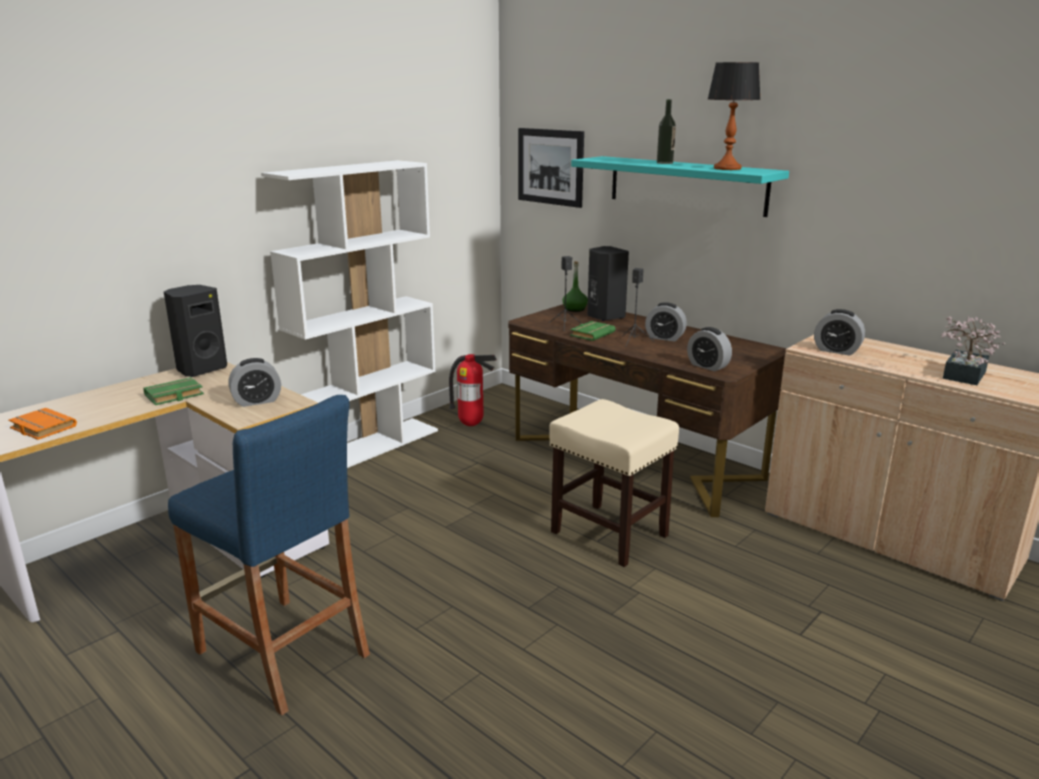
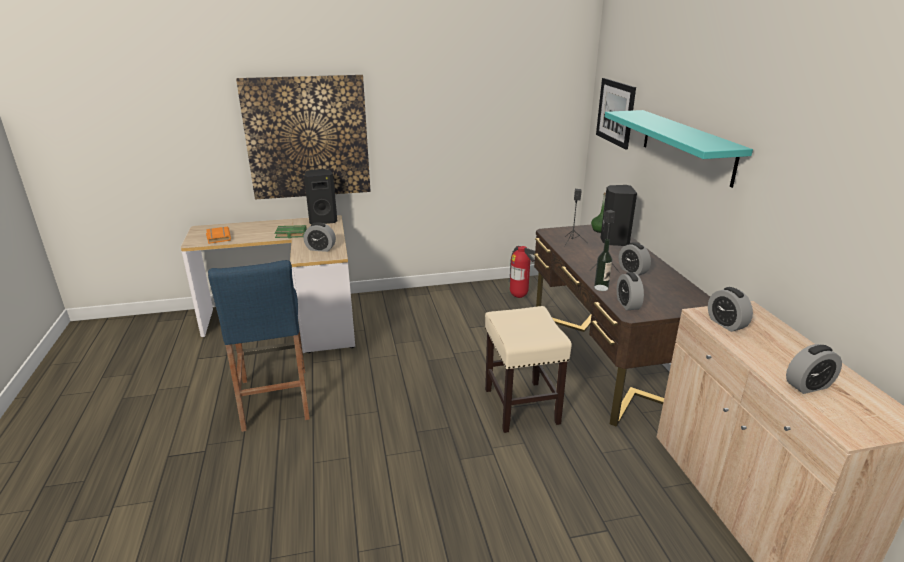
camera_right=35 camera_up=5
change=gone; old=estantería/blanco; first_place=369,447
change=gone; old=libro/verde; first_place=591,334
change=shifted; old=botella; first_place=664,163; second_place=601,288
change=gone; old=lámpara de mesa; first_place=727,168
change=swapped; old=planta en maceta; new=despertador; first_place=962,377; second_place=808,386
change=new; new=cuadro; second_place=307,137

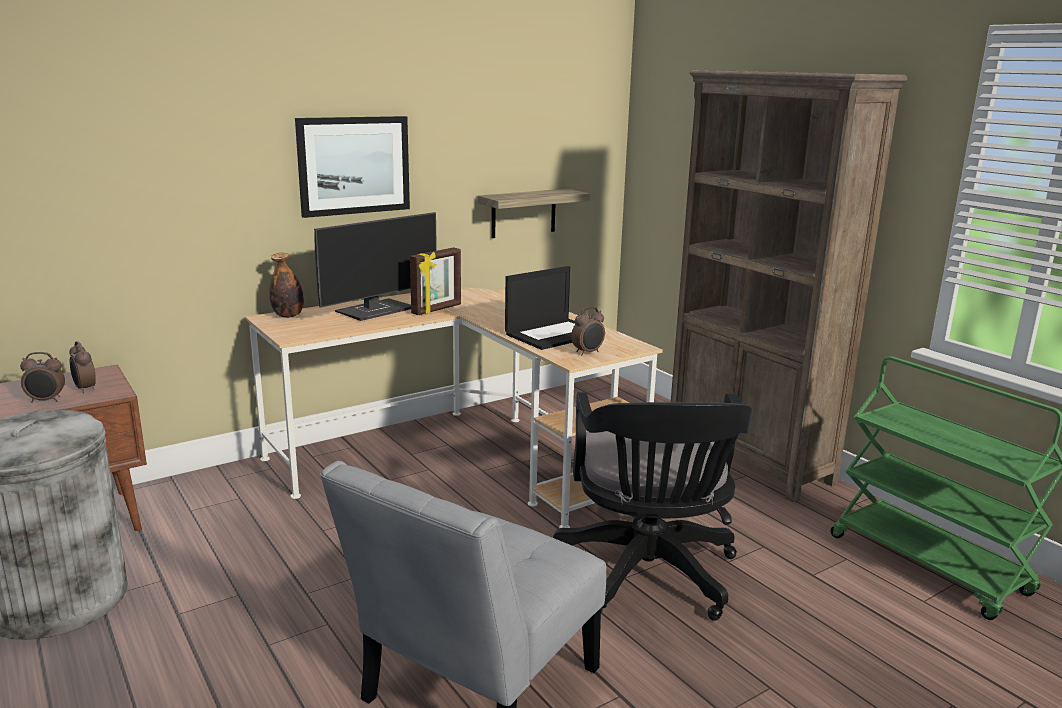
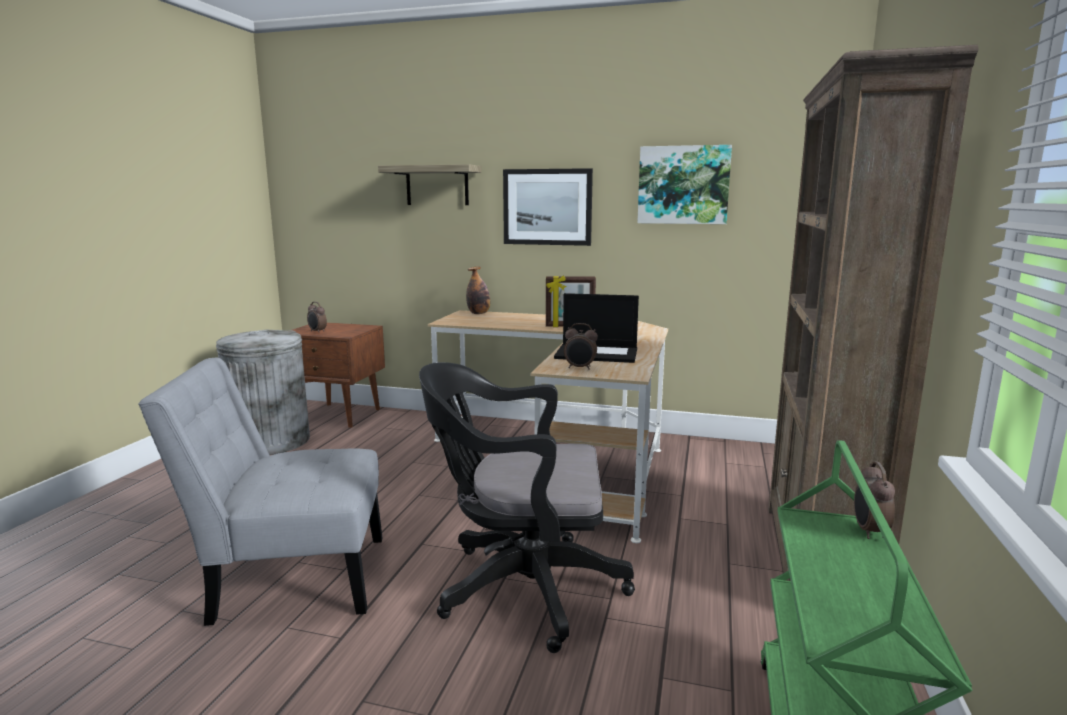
camera_right=50 camera_up=-5
change=shifted; old=despertador; first_place=84,389; second_place=868,531
change=gone; old=monitor; first_place=376,310
change=shifted; old=estante; first_place=523,213; second_place=437,185
change=rotated; old=silla de oficina/negro; first_place=648,577; second_place=521,588; degrees=45
change=new; new=cuadro; second_place=683,185

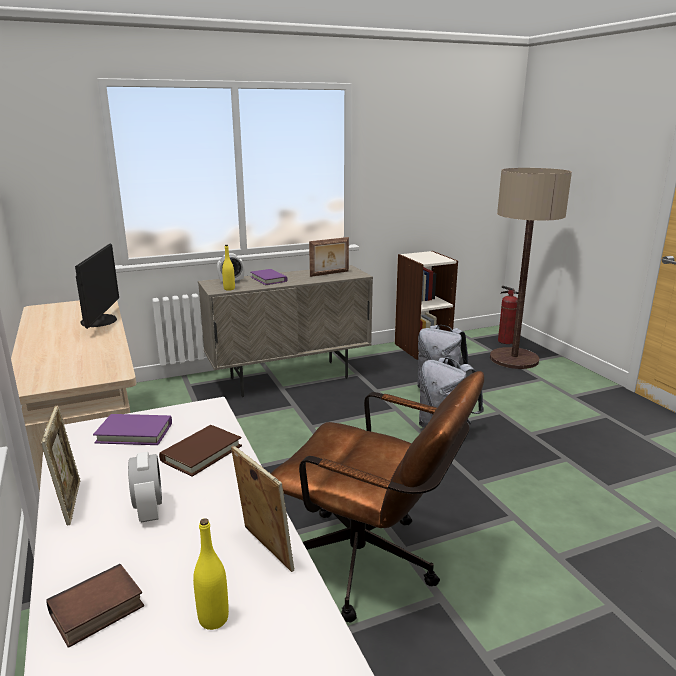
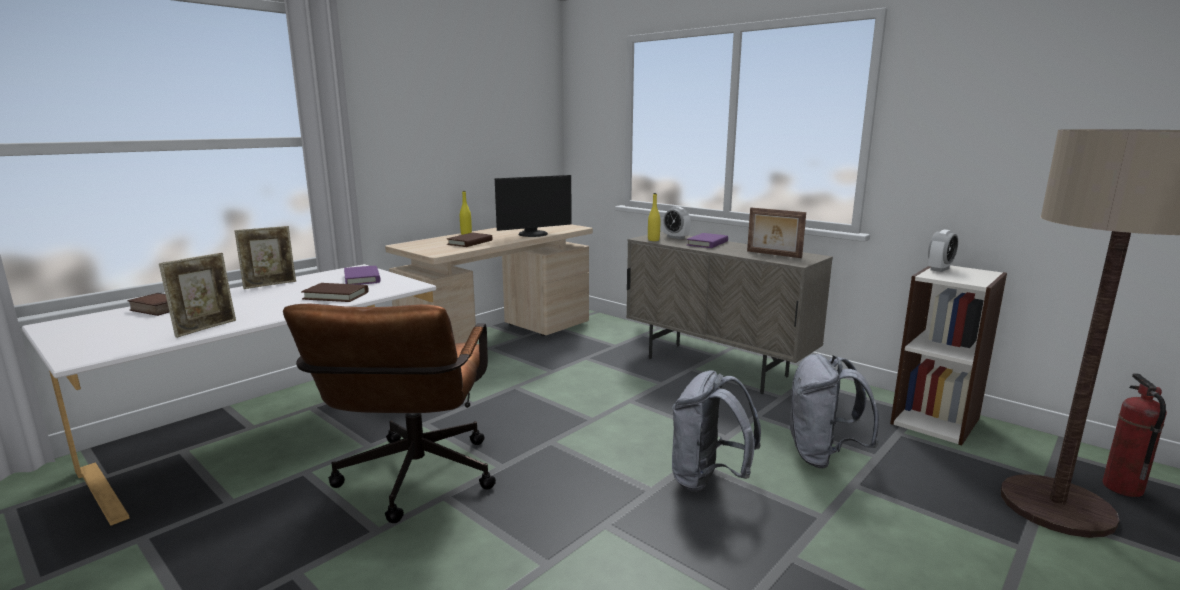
camera_right=65 camera_up=-5
change=shifted; old=despertador; first_place=149,510; second_place=939,269
change=shifted; old=botella/amarillo; first_place=213,619; second_place=466,234
change=new; new=libro/marrón; second_place=470,242

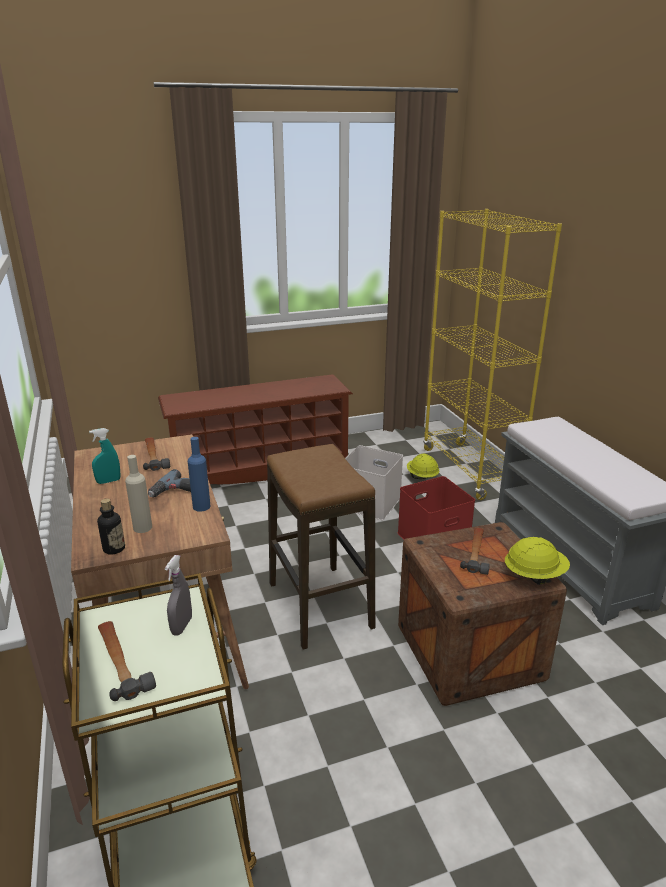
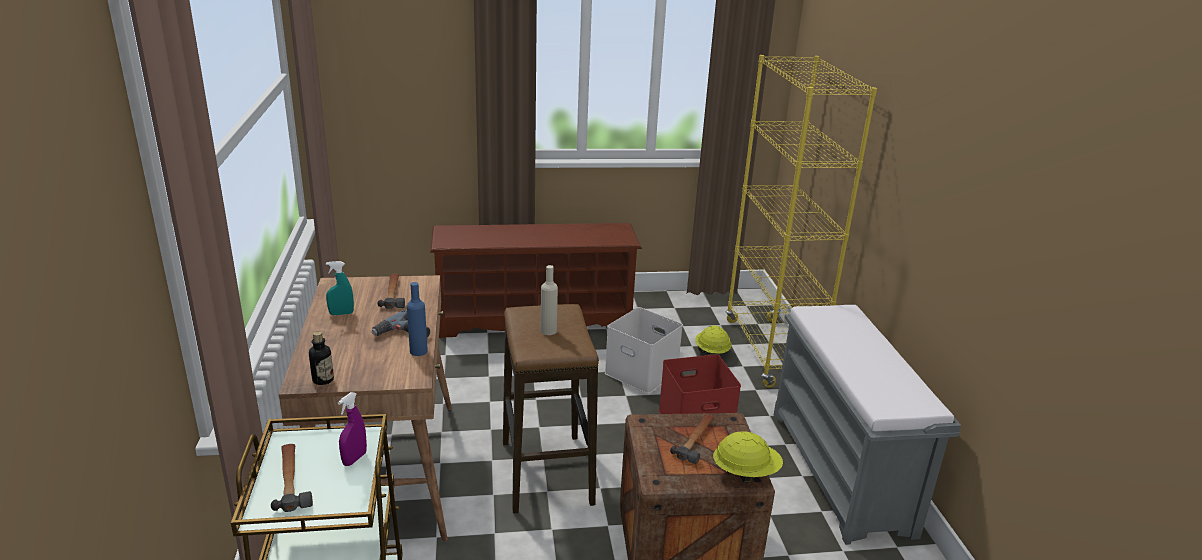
camera_right=10 camera_up=0
change=shifted; old=botella/beis; first_place=142,527; second_place=548,331
change=repainted; old=pulverizador/gris; new=pulverizador/morado; first_place=181,626; second_place=354,459

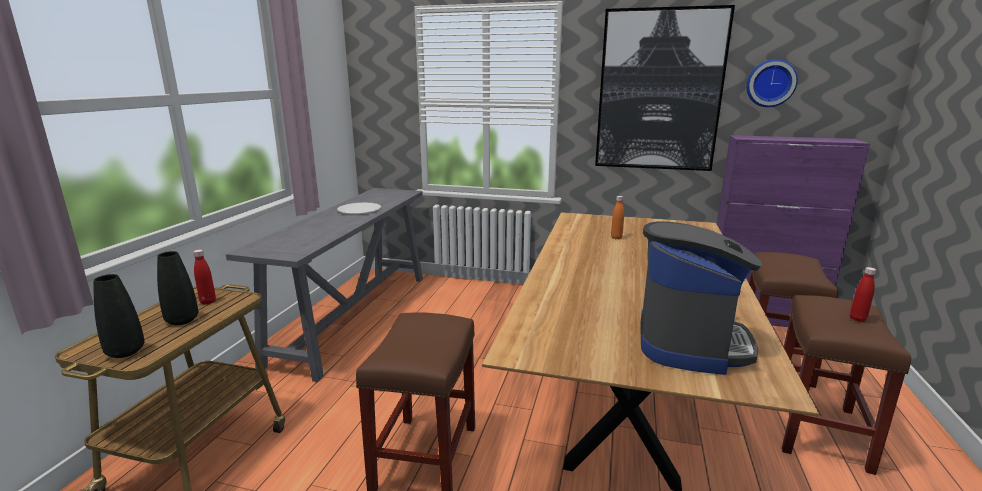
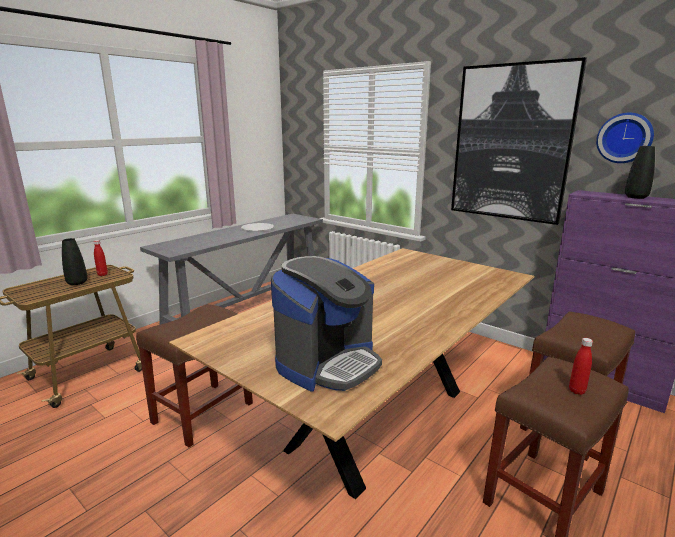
camera_right=25 camera_up=0
change=shifted; old=florero/negro; first_place=125,352; second_place=636,197
change=gone; old=botella/naranja; first_place=616,238

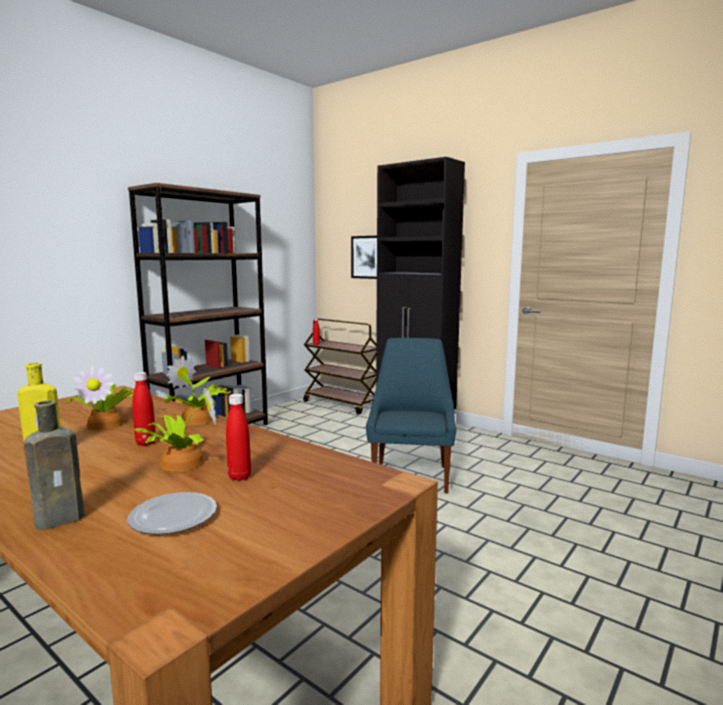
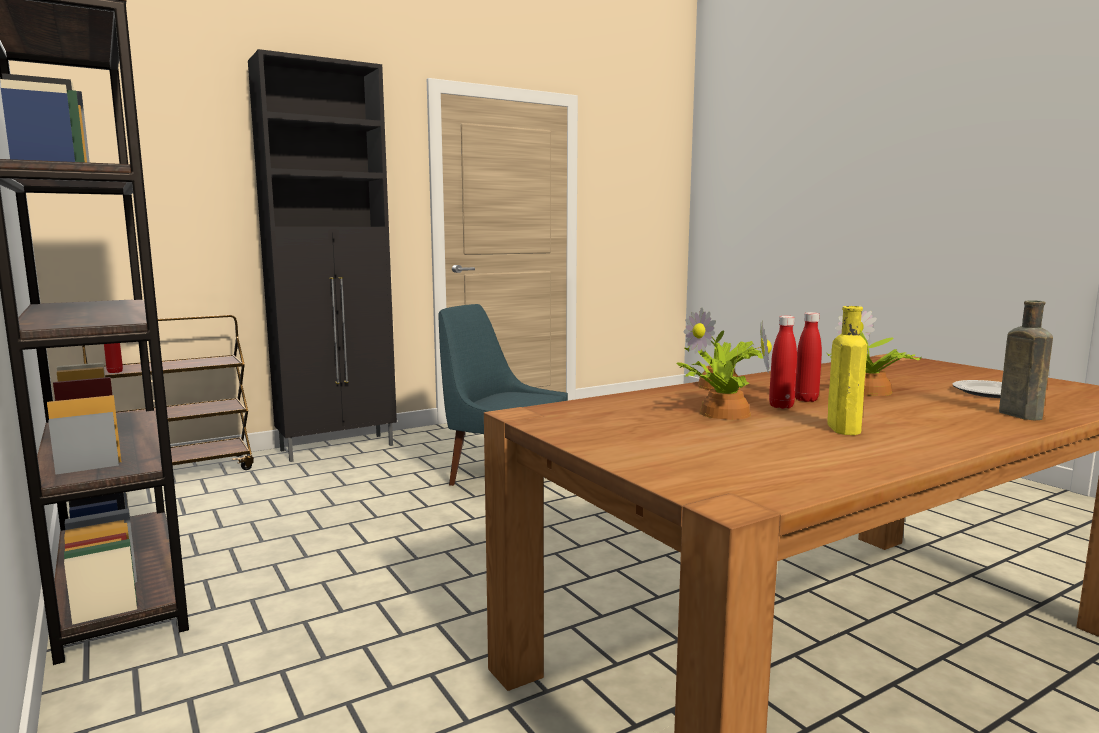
camera_right=-70 camera_up=0
change=shifted; old=botella/rojo; first_place=239,477; second_place=781,406
change=gone; old=cuadro; first_place=366,257

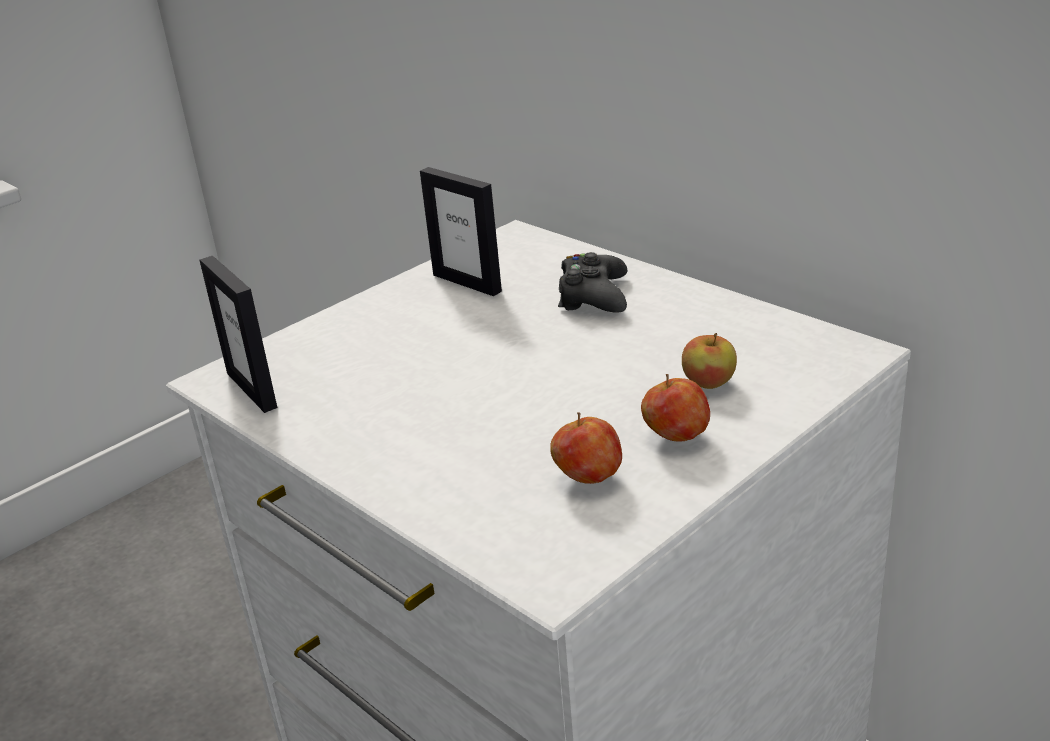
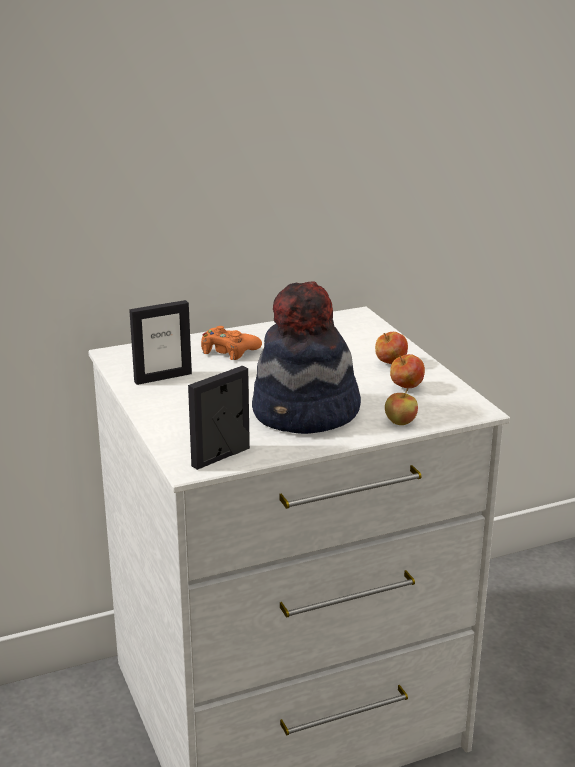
camera_right=-70 camera_up=-5
change=rotated; old=portarretratos; first_place=252,390; second_place=221,457; degrees=150
change=repainted; old=mando de consola/negro; new=mando de consola/naranja; first_place=593,296; second_place=228,351
change=shifted; old=manzana; first_place=709,383; second_place=400,422
change=new; new=sombrero; second_place=306,414

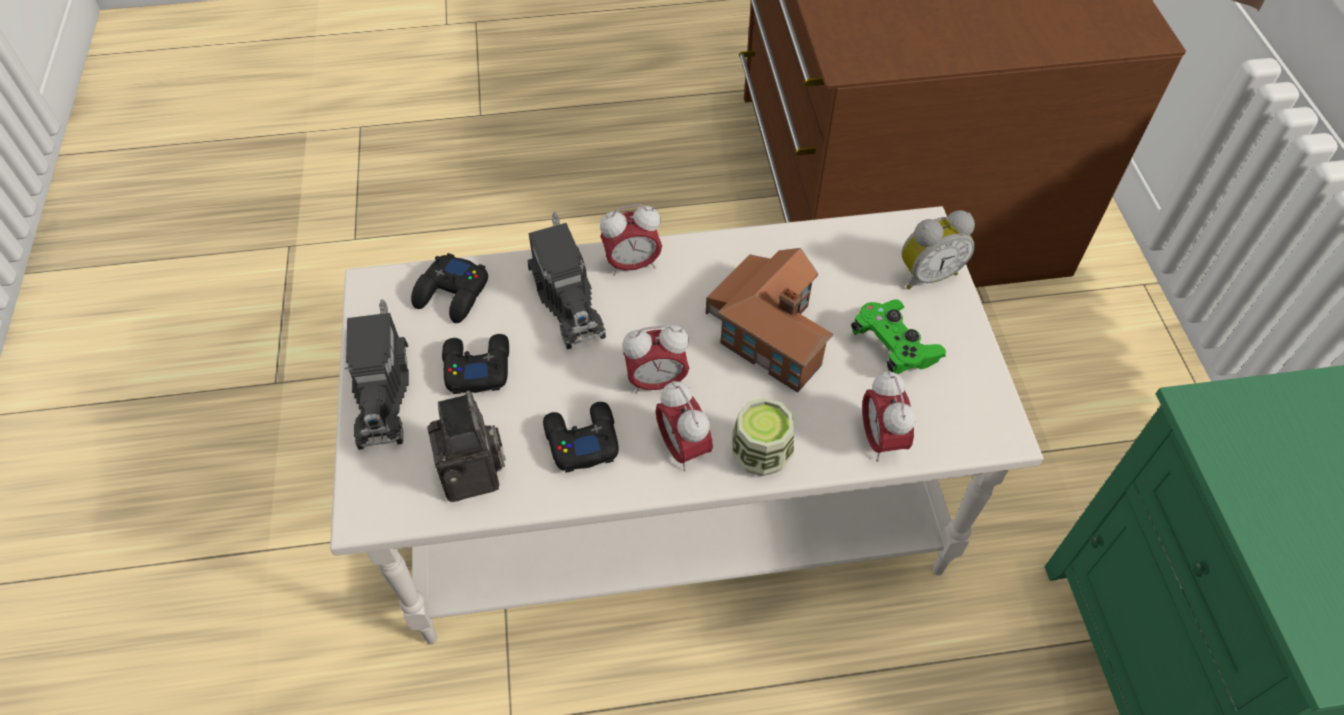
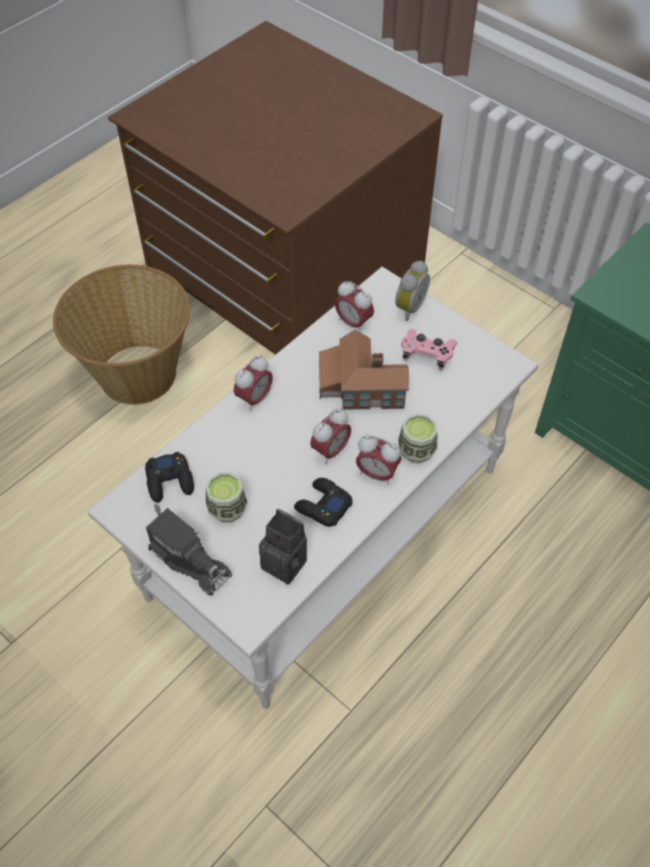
camera_right=-40 camera_up=0
change=swapped; old=mando de consola/negro; new=taza; first_place=477,367; second_place=227,509
change=gone; old=camión de juguete; first_place=567,299
change=repainted; old=mando de consola/verde; new=mando de consola/rosa; first_place=893,347; second_place=427,355
change=shifted; old=despertador; first_place=880,439; second_place=353,323
change=new; new=cesta; second_place=137,373

